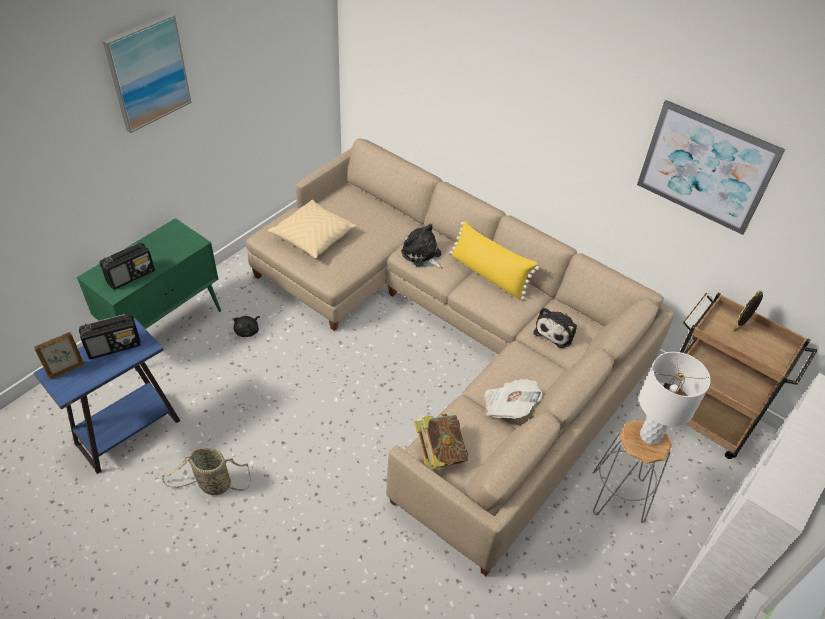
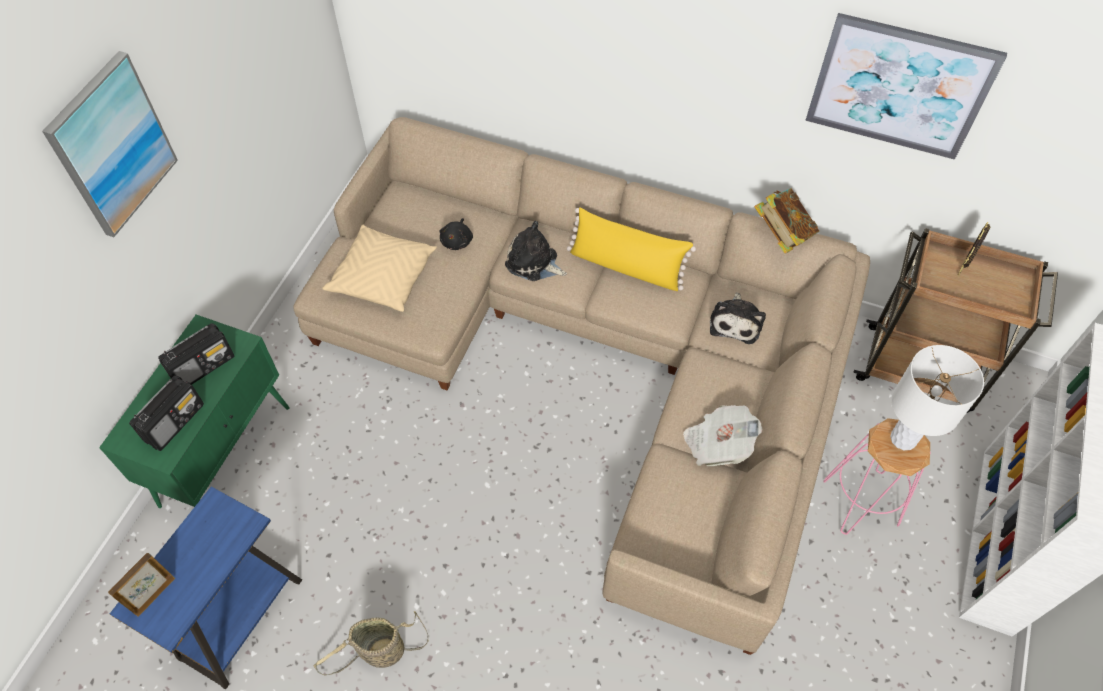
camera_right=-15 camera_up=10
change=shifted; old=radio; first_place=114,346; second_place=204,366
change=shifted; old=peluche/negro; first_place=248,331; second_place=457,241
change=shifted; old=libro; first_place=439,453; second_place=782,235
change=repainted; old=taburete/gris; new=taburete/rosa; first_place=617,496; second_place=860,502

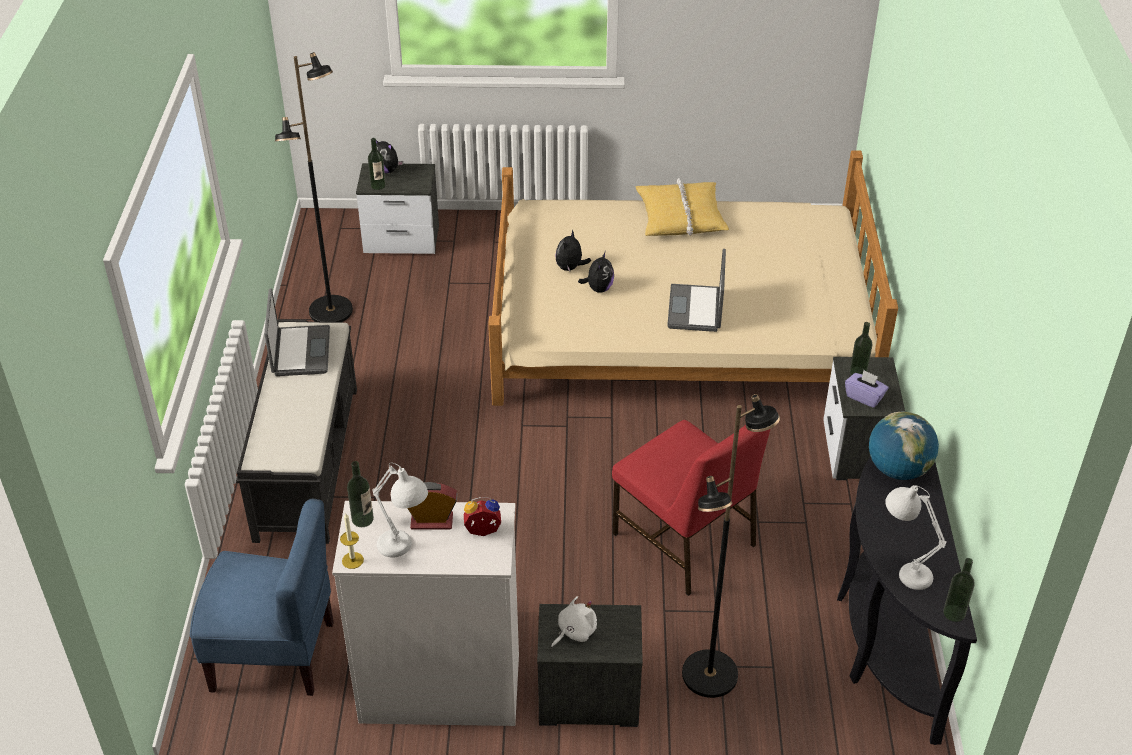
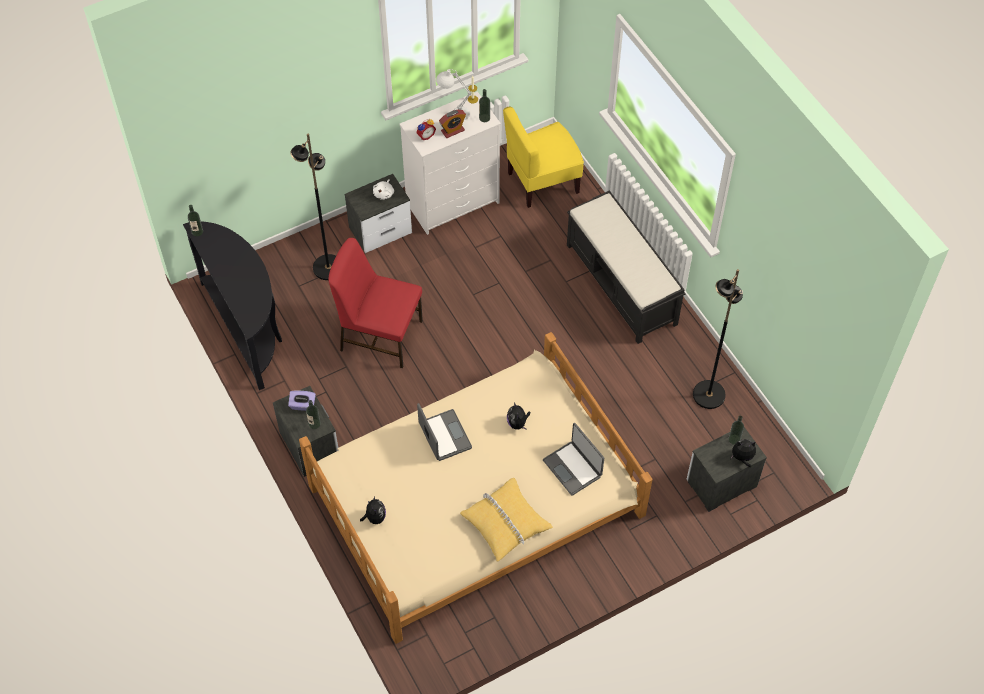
camera_right=150 camera_up=15
change=repainted; old=silla/azul; new=silla/amarillo; first_place=274,654; second_place=542,182
change=shifted; old=portátil; first_place=299,352; second_place=573,468
change=shifted; old=peluche; first_place=570,268; second_place=375,517
change=gone; old=globo terráqueo; first_place=898,470
change=gone; old=lámpara de mesa/blanco; first_place=902,570

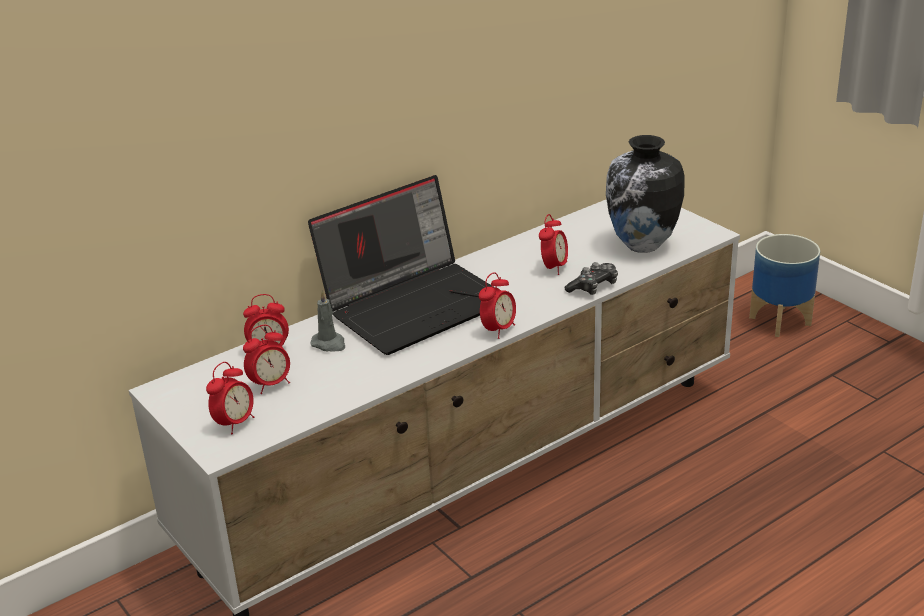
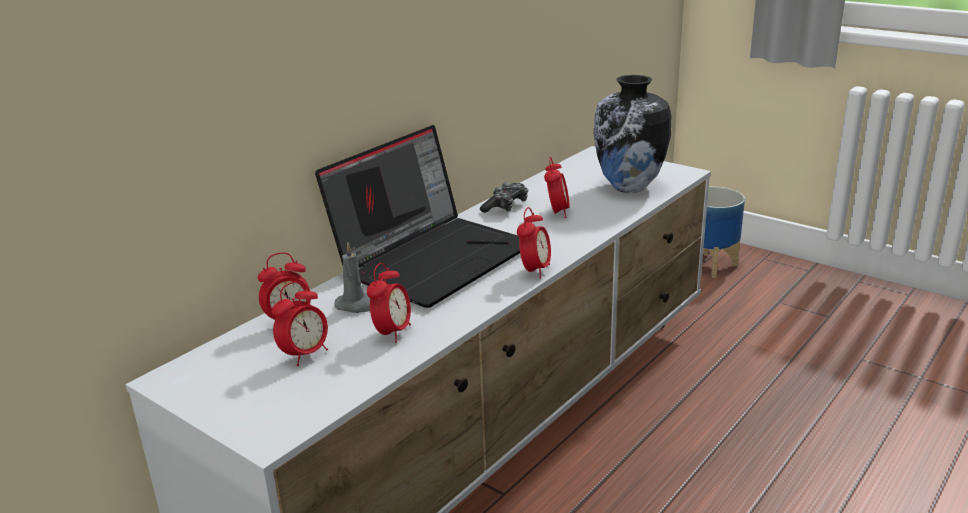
camera_right=-15 camera_up=-5
change=shifted; old=despertador; first_place=235,423; second_place=392,333
change=shifted; old=mando de consola; first_place=593,287; second_place=506,206

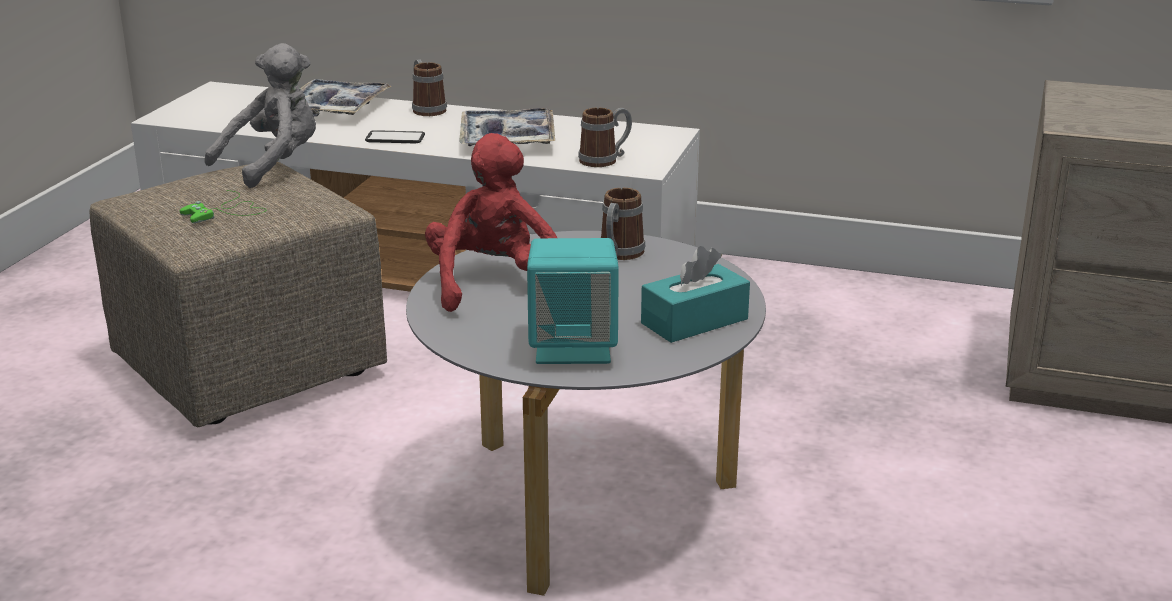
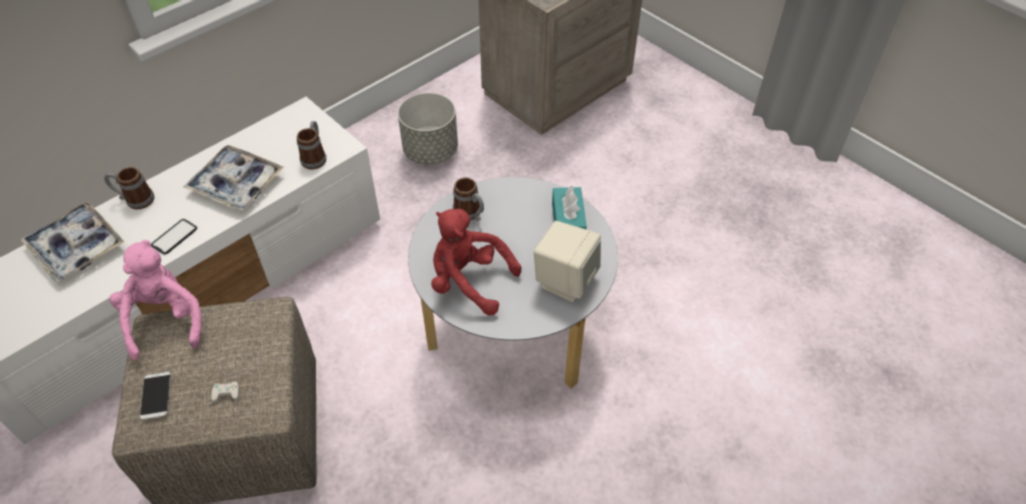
camera_right=-60 camera_up=25
change=repainted; old=mando de consola/verde; new=mando de consola/blanco; first_place=226,212; second_place=233,374
change=repainted; old=peluche/gris; new=peluche/rosa; first_place=274,165; second_place=165,320
change=repainted; old=altavoz/turquesa; new=altavoz/beis; first_place=573,348; second_place=565,280
change=new; new=móvil; second_place=156,396
change=new; new=maceta/gris; second_place=430,151

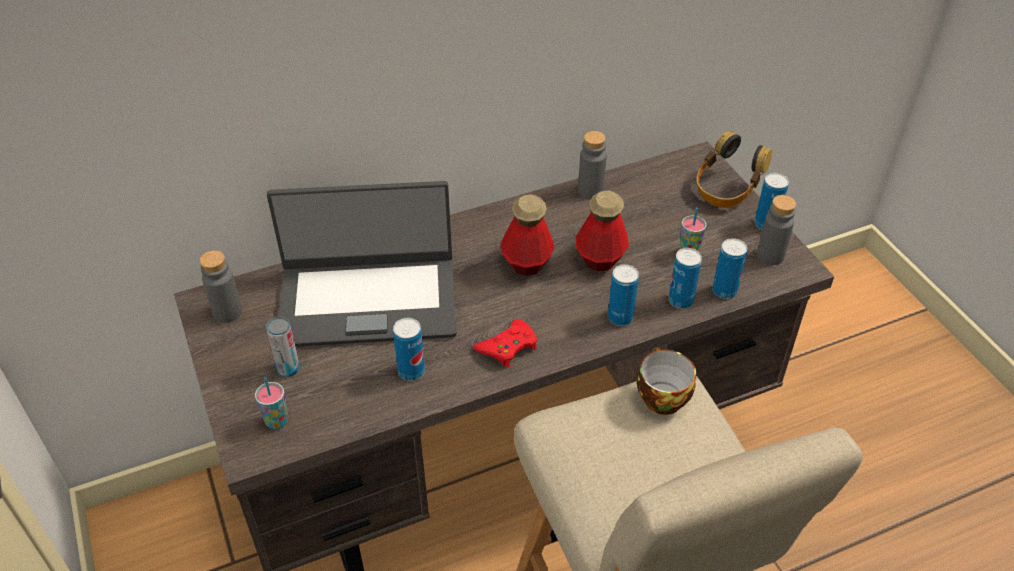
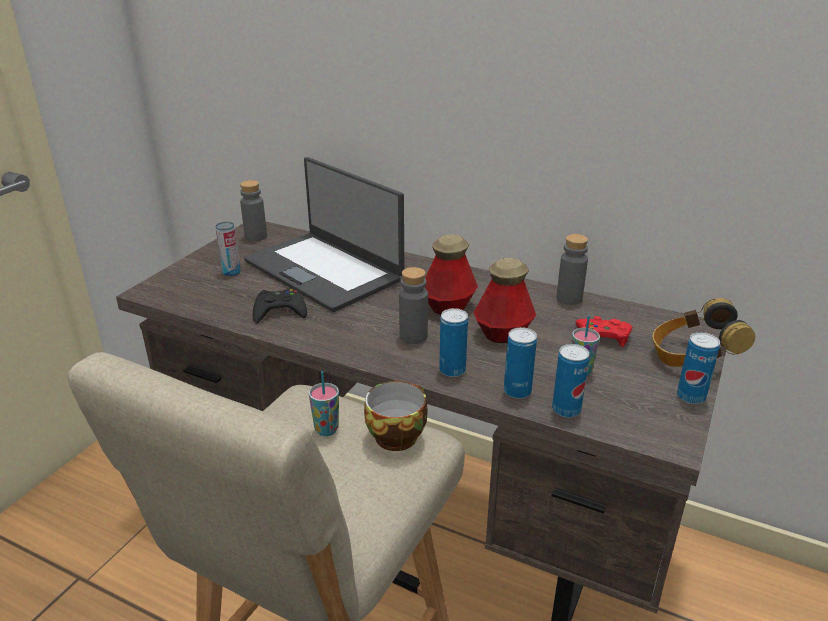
camera_right=50 camera_up=-15
change=shifted; old=taza; first_place=277,421; second_place=326,429
change=swapped; old=lata; new=mando de consola/negro; first_place=411,371; second_place=279,311
change=shifted; old=mando de consola/rojo; first_place=508,347; second_place=603,336
change=shifted; old=botella/gris; first_place=770,255; second_place=413,336

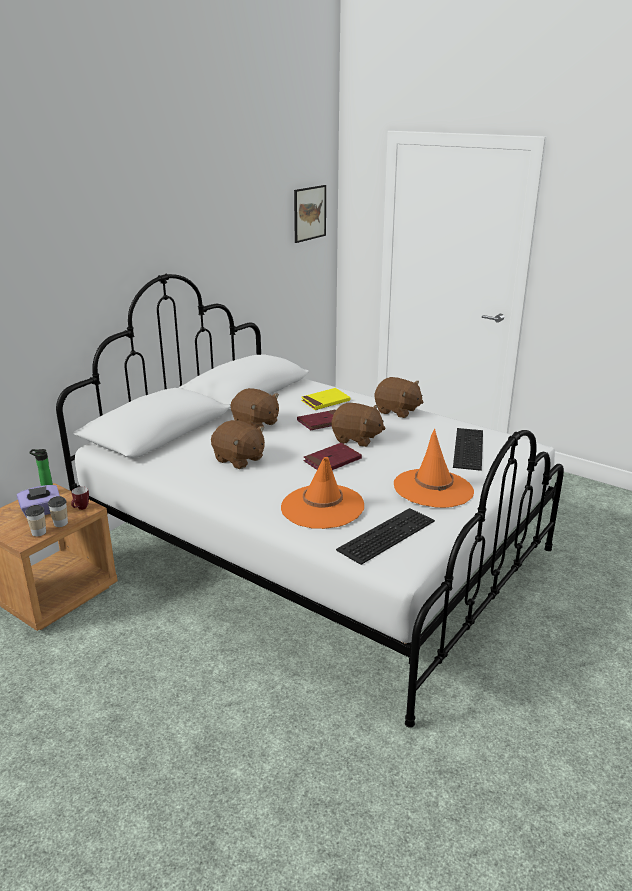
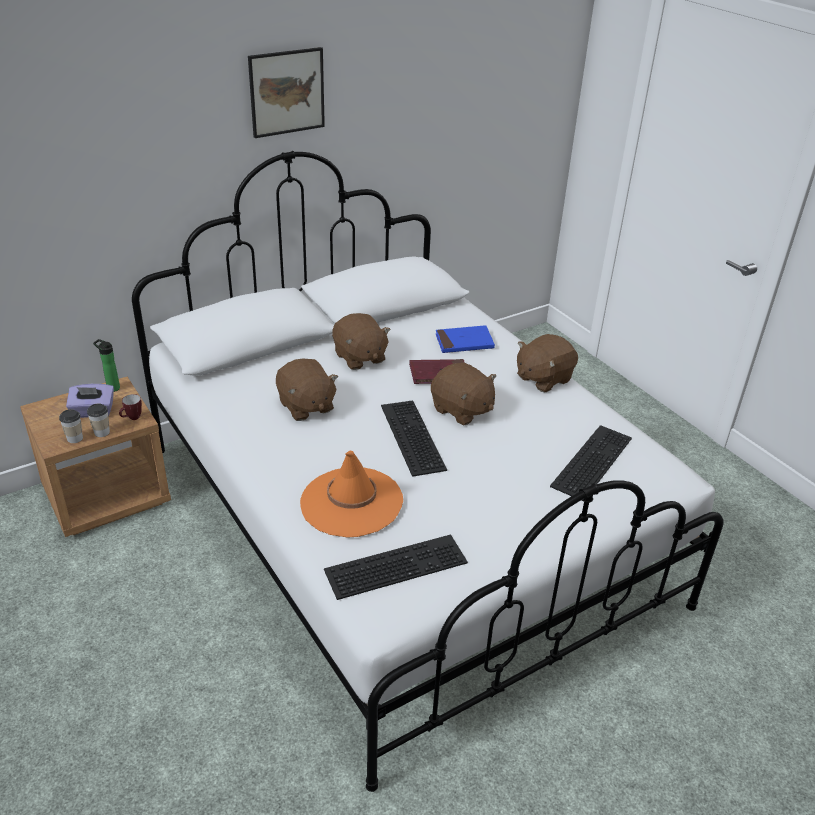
camera_right=20 camera_up=10
change=shifted; old=cuadro; first_place=309,213; second_place=287,92
change=repainted; old=libro/amarillo; new=libro/azul; first_place=325,401; second_place=464,342
change=swapped; old=libro/rojo; new=teclado; first_place=332,461; second_place=410,436
change=rotated; old=peluche/marrón; first_place=397,411; second_place=543,378; degrees=90
change=gone; old=sombrero/naranja; first_place=433,488

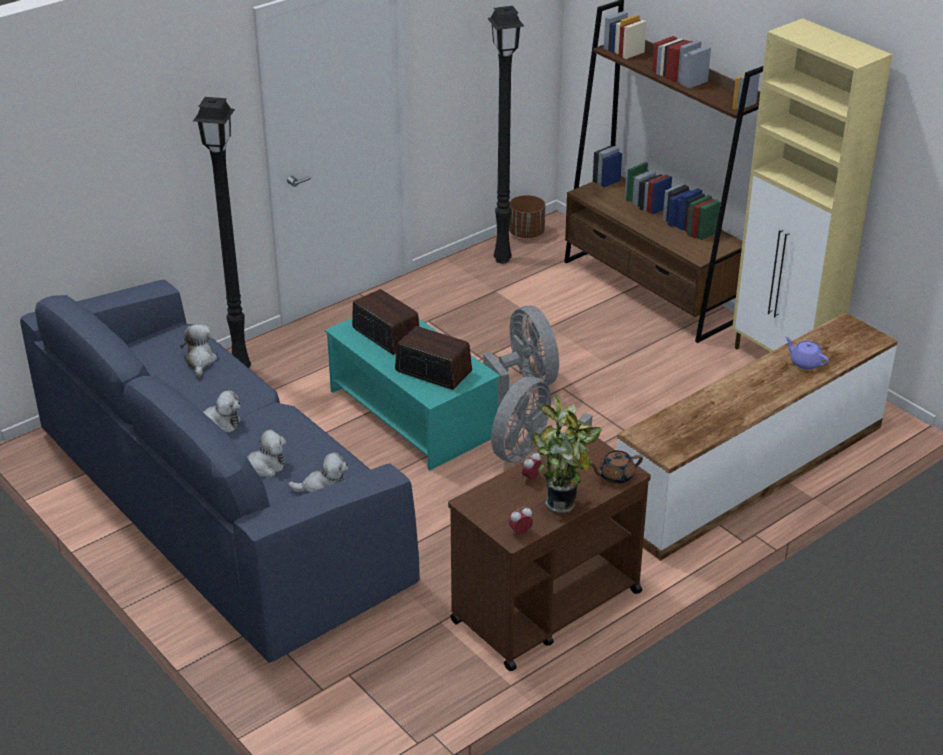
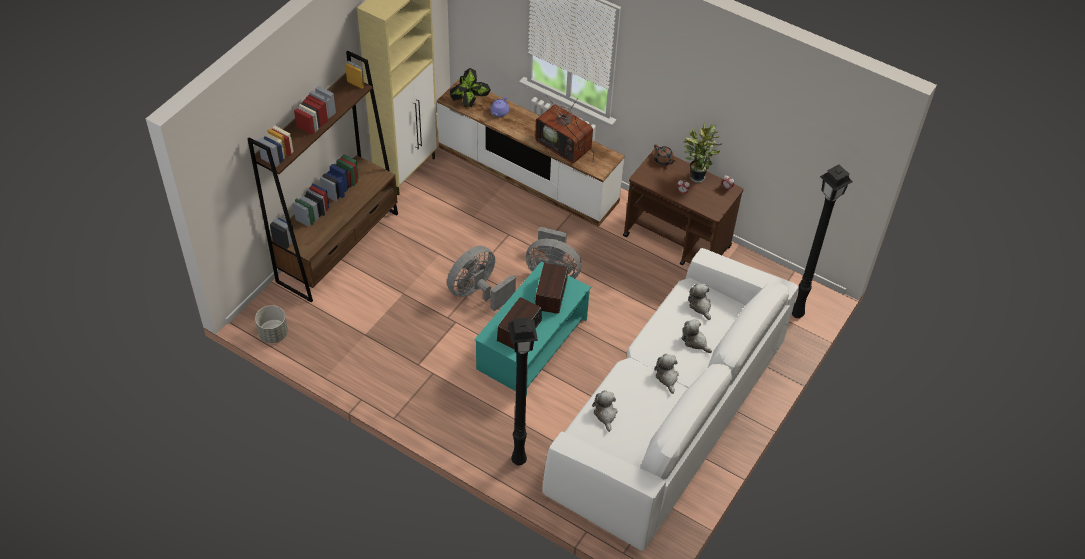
camera_right=-110 camera_up=15
change=repainted; old=sofá/azul; new=sofá/blanco; first_place=219,506; second_place=668,417
change=rotated; old=peluche; first_place=200,361; second_place=605,414; degrees=105
change=shifted; old=lámpara de pie/negro; first_place=501,259; second_place=797,315
change=repainted; old=maceta/marrón; new=maceta/gris; first_place=526,234; second_place=273,334
change=new; new=planta en maceta; second_place=470,103
change=new; new=televisor; second_place=565,147

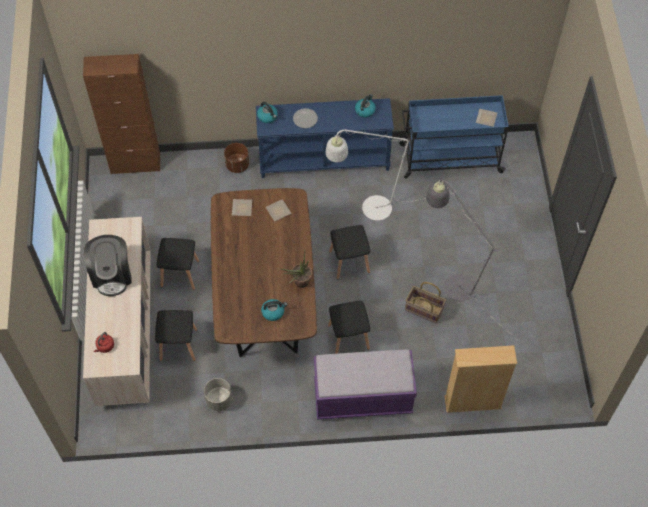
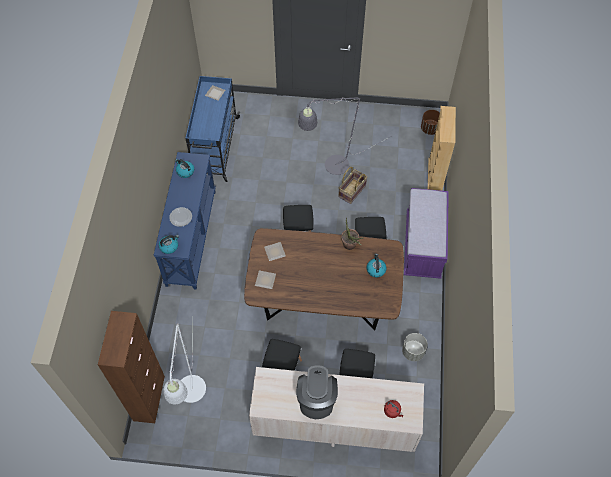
camera_right=-80 camera_up=0
change=rotated; old=cafetera; first_place=112,275; second_place=316,399; degrees=-90
change=shifted; old=maceta/marrón; first_place=237,165; second_place=430,129
change=shifted; old=lámpara de pie/blanco; first_place=369,209; second_place=191,396

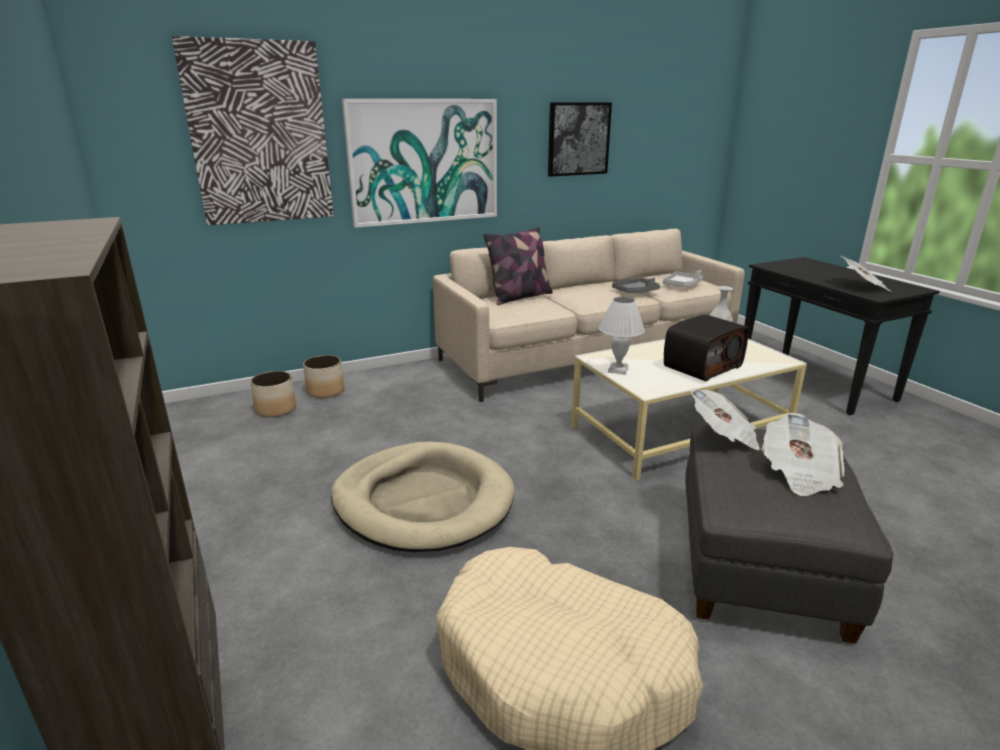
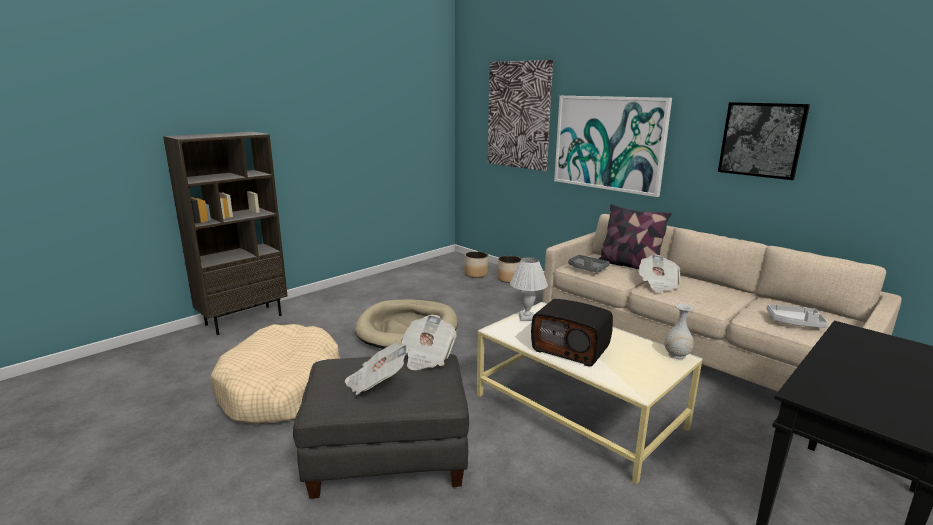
camera_right=70 camera_up=-5
change=shifted; old=bandeja/gris; first_place=635,291; second_place=587,268
change=shifted; old=periódico; first_place=863,287; second_place=658,284

